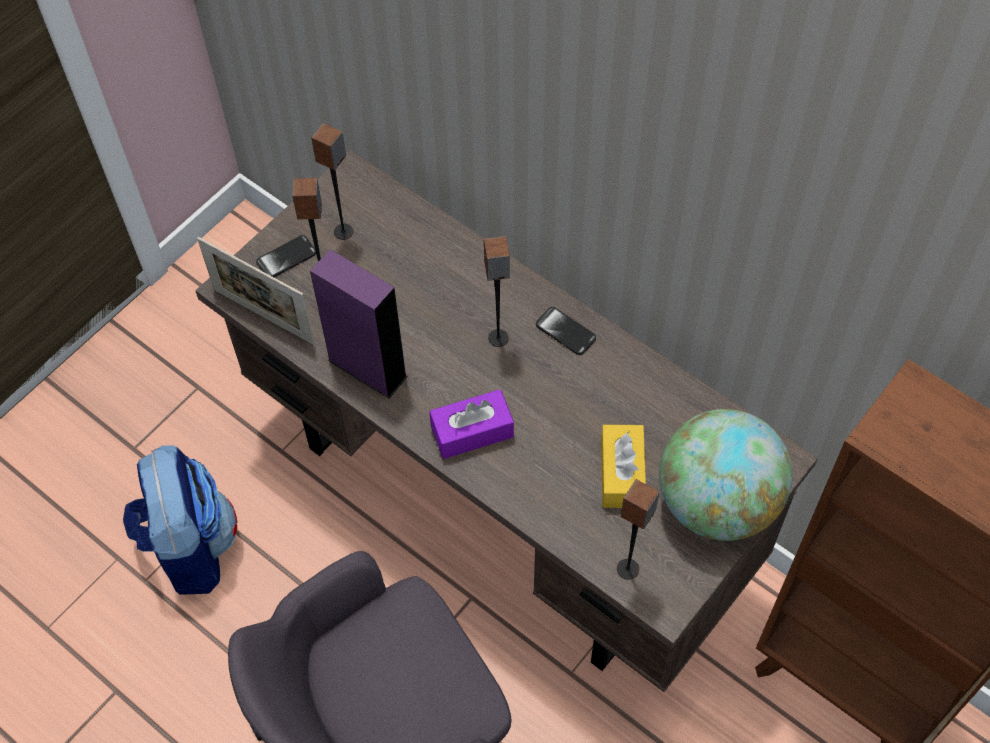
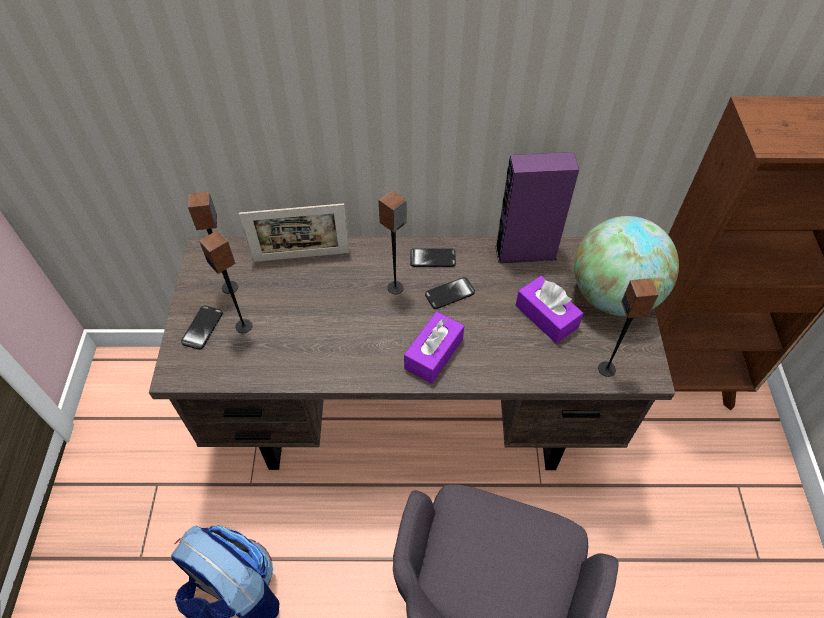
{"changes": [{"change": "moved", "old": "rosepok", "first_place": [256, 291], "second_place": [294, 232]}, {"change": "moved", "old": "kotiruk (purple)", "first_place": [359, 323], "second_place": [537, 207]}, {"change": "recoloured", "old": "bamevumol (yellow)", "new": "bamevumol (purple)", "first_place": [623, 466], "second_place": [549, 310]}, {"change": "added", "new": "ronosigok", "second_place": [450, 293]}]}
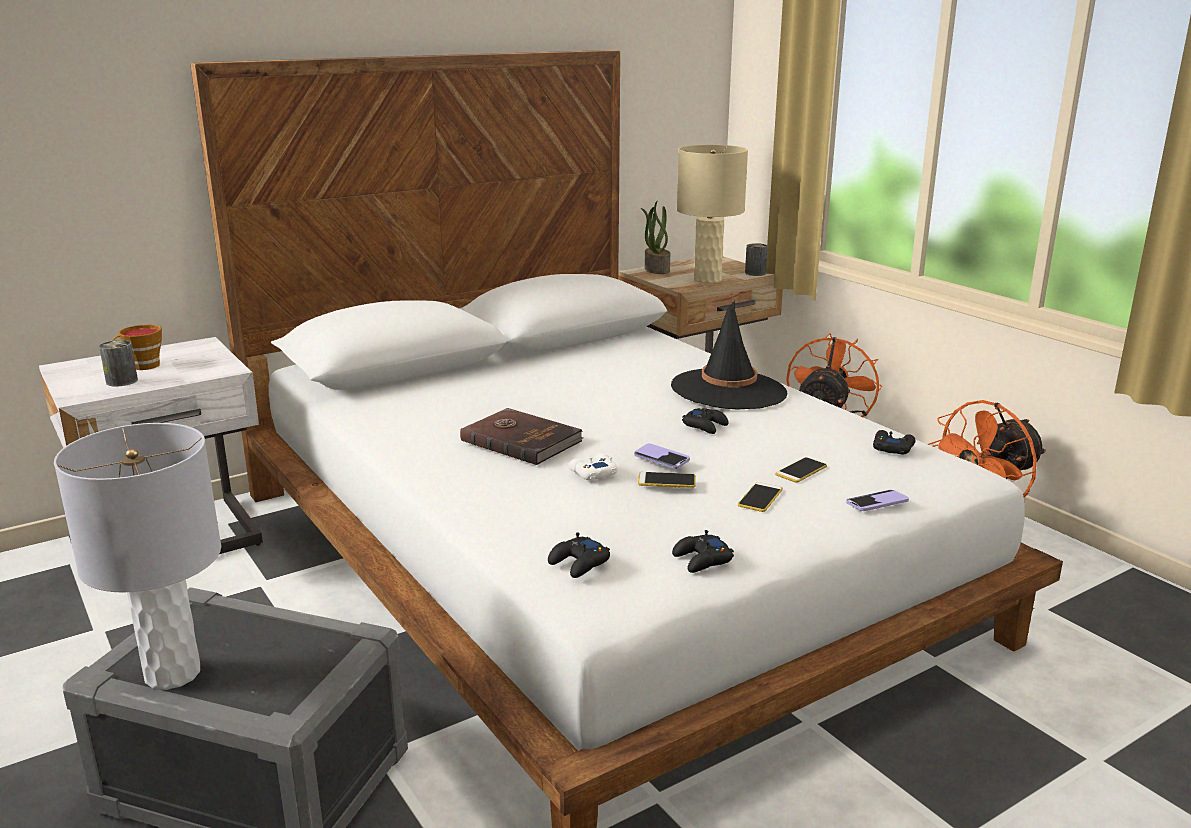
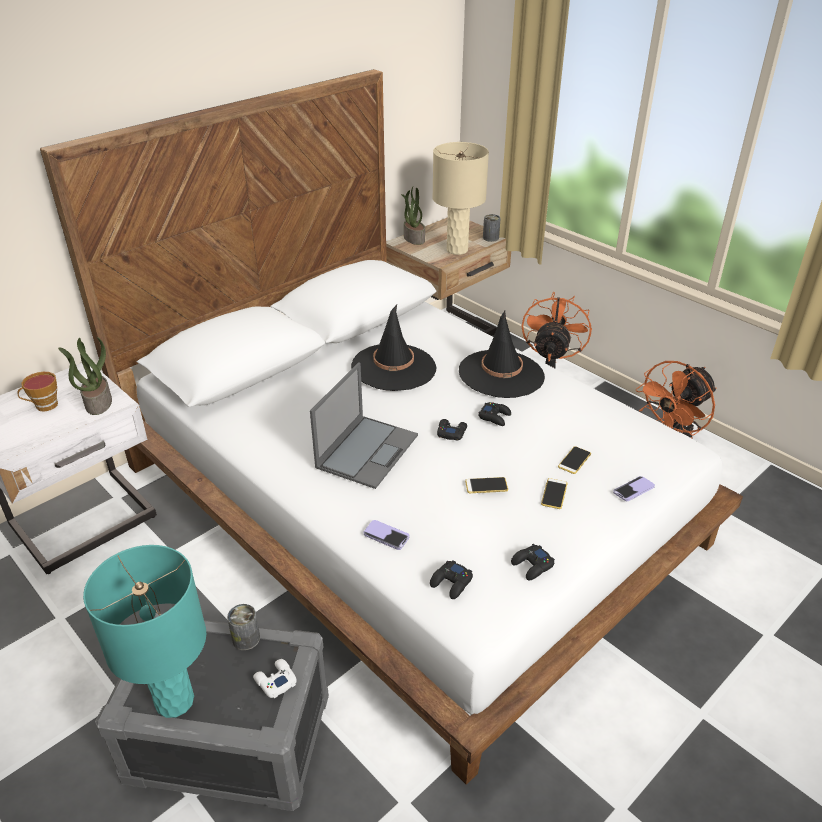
{"changes": [{"change": "moved", "old": "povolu", "first_place": [118, 363], "second_place": [243, 627]}, {"change": "replaced", "old": "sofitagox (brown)", "new": "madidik", "first_place": [521, 436], "second_place": [364, 425]}, {"change": "recoloured", "old": "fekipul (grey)", "new": "fekipul (turquoise)", "first_place": [137, 556], "second_place": [144, 631]}, {"change": "moved", "old": "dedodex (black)", "first_place": [894, 442], "second_place": [452, 430]}, {"change": "moved", "old": "ronosigok", "first_place": [662, 456], "second_place": [387, 535]}, {"change": "moved", "old": "dedodex (white)", "first_place": [593, 466], "second_place": [275, 678]}, {"change": "added", "new": "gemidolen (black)", "second_place": [393, 348]}, {"change": "added", "new": "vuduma", "second_place": [85, 376]}]}
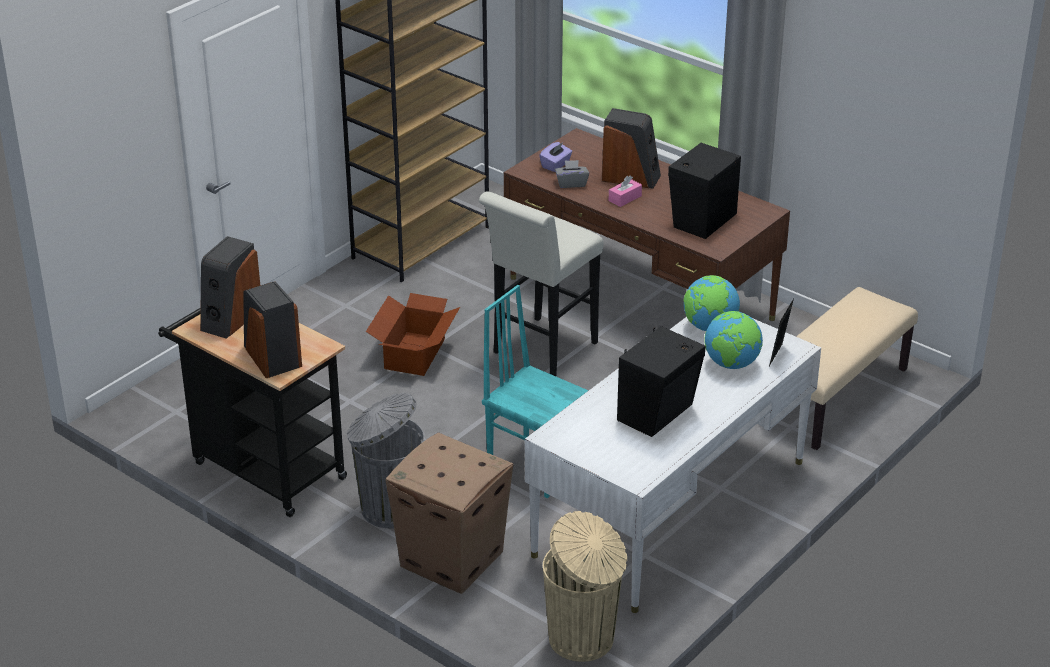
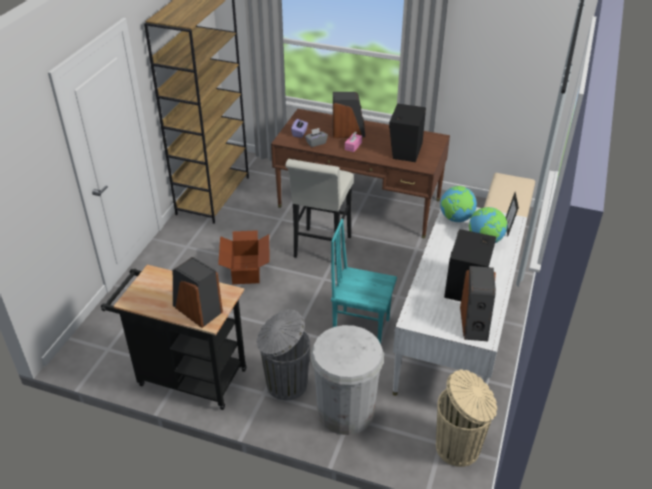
{"changes": [{"change": "moved", "old": "kotiruk", "first_place": [230, 287], "second_place": [478, 303]}, {"change": "replaced", "old": "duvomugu", "new": "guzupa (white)", "first_place": [449, 513], "second_place": [347, 380]}]}
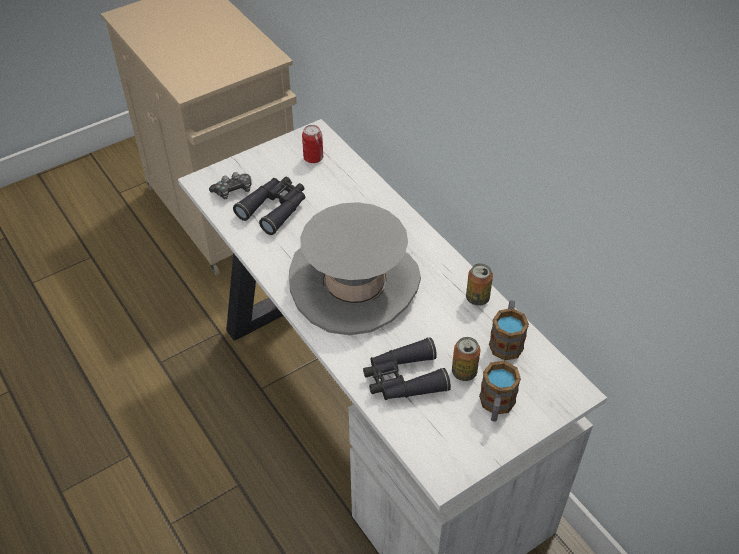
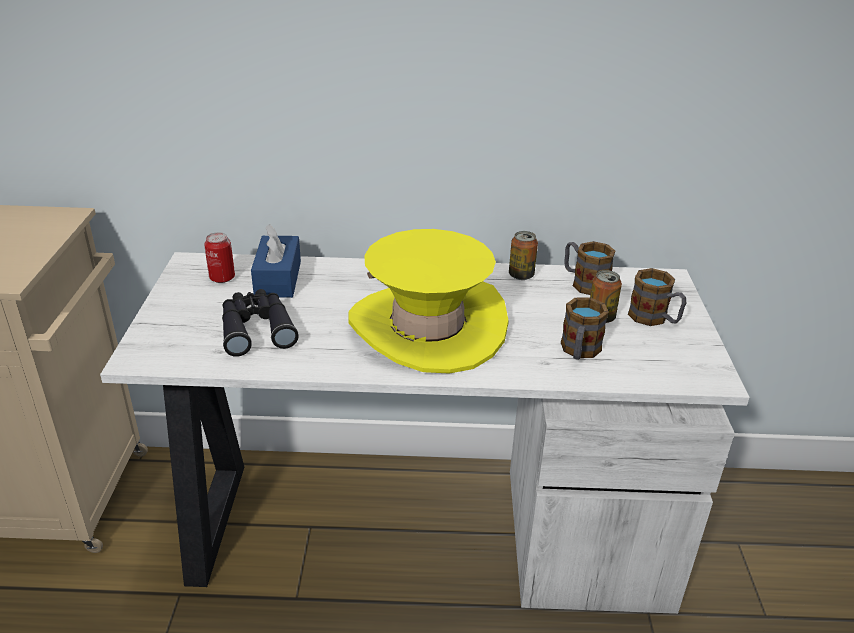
{"changes": [{"change": "removed", "old": "dedodex", "first_place": [230, 185]}, {"change": "recoloured", "old": "gemidolen (grey)", "new": "gemidolen (yellow)", "first_place": [355, 268], "second_place": [428, 301]}, {"change": "replaced", "old": "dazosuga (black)", "new": "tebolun", "first_place": [407, 368], "second_place": [585, 328]}, {"change": "added", "new": "bamevumol (blue)", "second_place": [276, 261]}]}
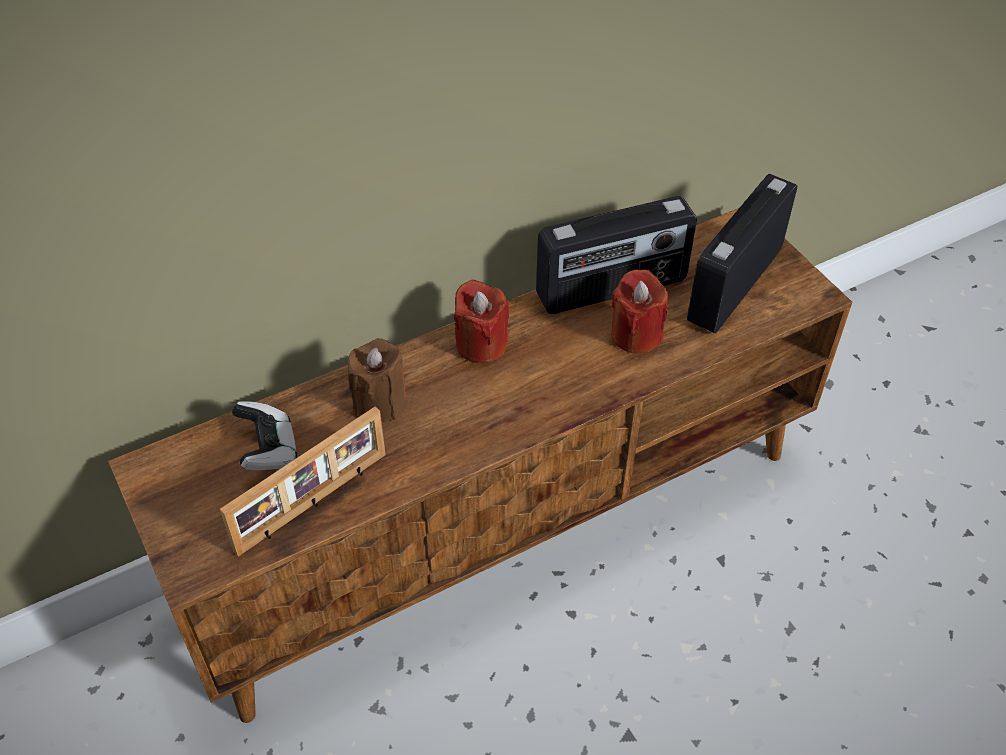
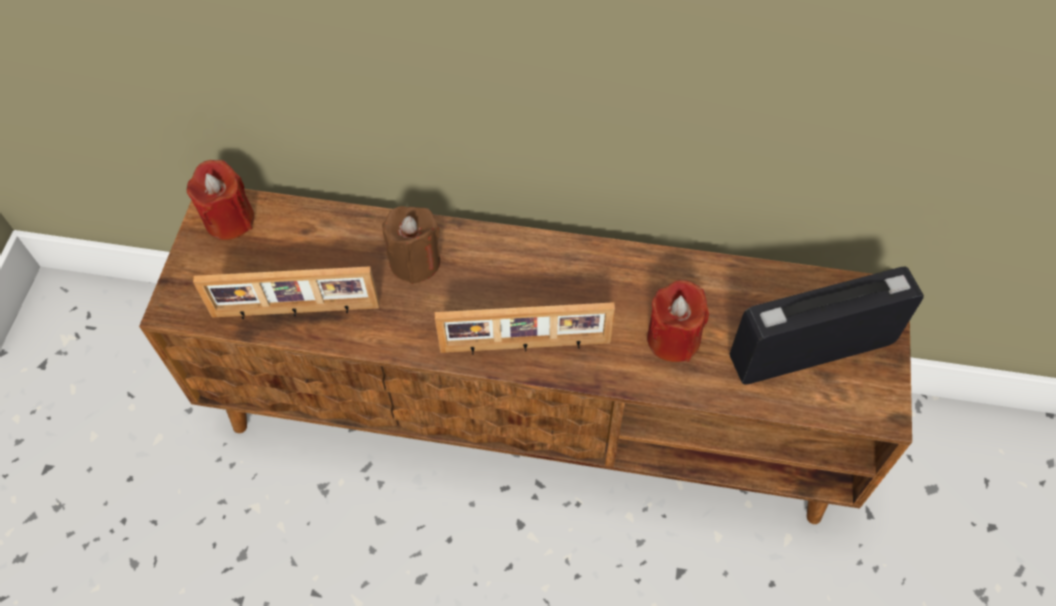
{"changes": [{"change": "removed", "old": "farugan", "first_place": [616, 255]}, {"change": "moved", "old": "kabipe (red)", "first_place": [481, 321], "second_place": [220, 200]}, {"change": "removed", "old": "dedodex", "first_place": [264, 435]}, {"change": "added", "new": "rosepok", "second_place": [525, 328]}]}
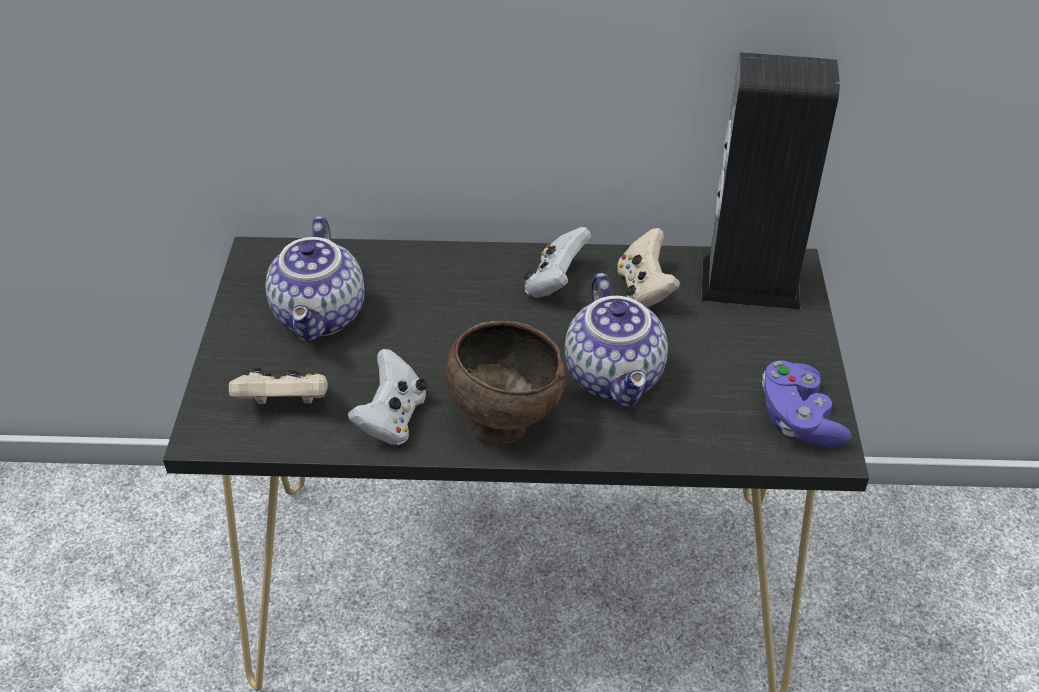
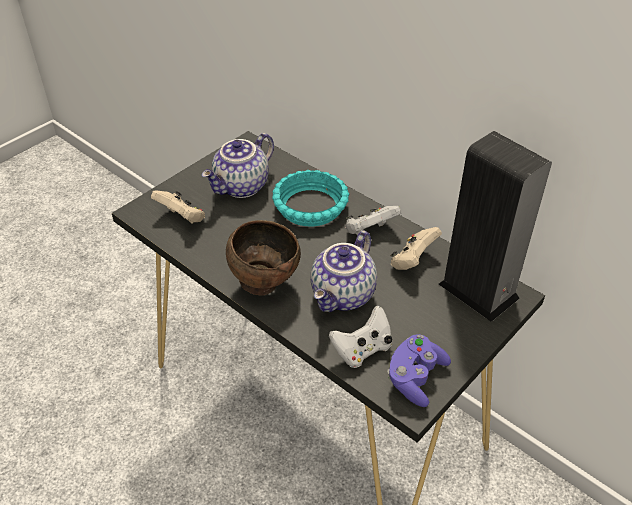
{"changes": [{"change": "moved", "old": "dedodex (white)", "first_place": [387, 397], "second_place": [360, 337]}, {"change": "added", "new": "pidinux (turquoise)", "second_place": [310, 198]}]}
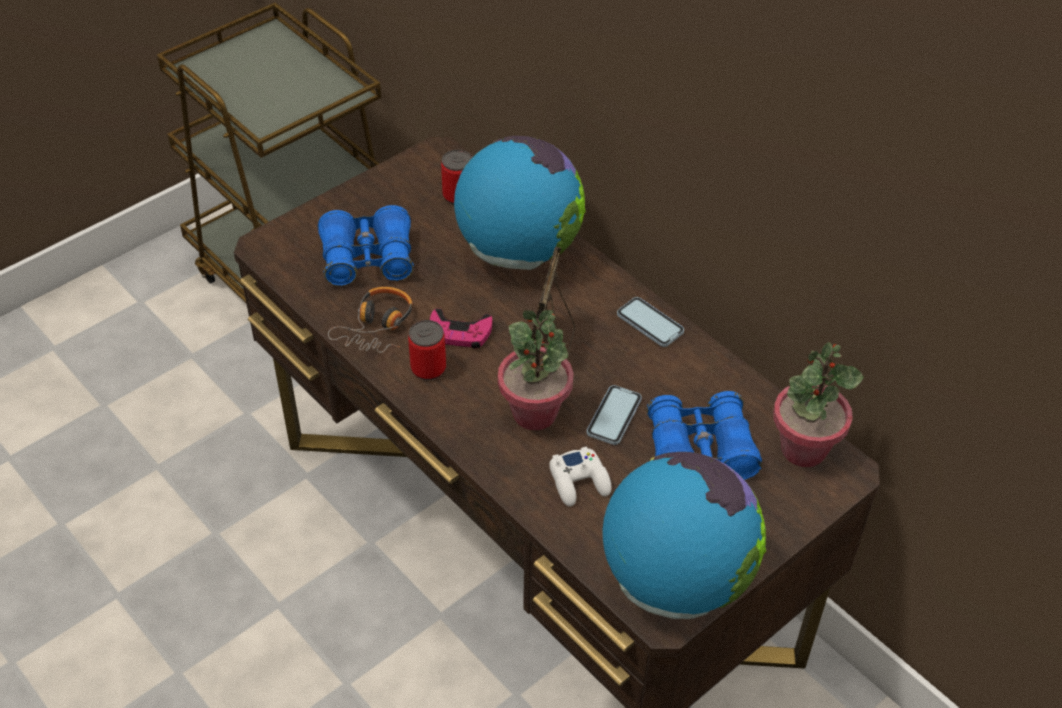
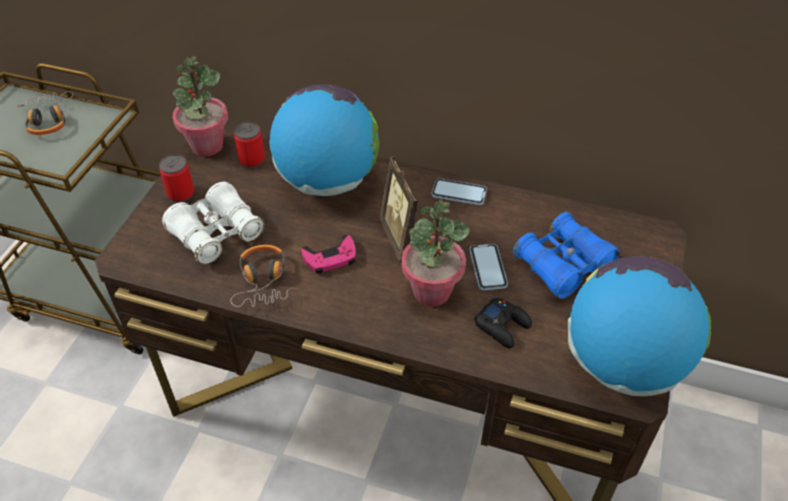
{"changes": [{"change": "recoloured", "old": "dazosuga (blue)", "new": "dazosuga (white)", "first_place": [366, 245], "second_place": [213, 223]}, {"change": "moved", "old": "povolu", "first_place": [427, 350], "second_place": [176, 178]}, {"change": "moved", "old": "vuduma", "first_place": [818, 404], "second_place": [200, 106]}, {"change": "recoloured", "old": "dedodex (white)", "new": "dedodex (black)", "first_place": [580, 476], "second_place": [503, 323]}, {"change": "added", "new": "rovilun", "second_place": [45, 113]}]}
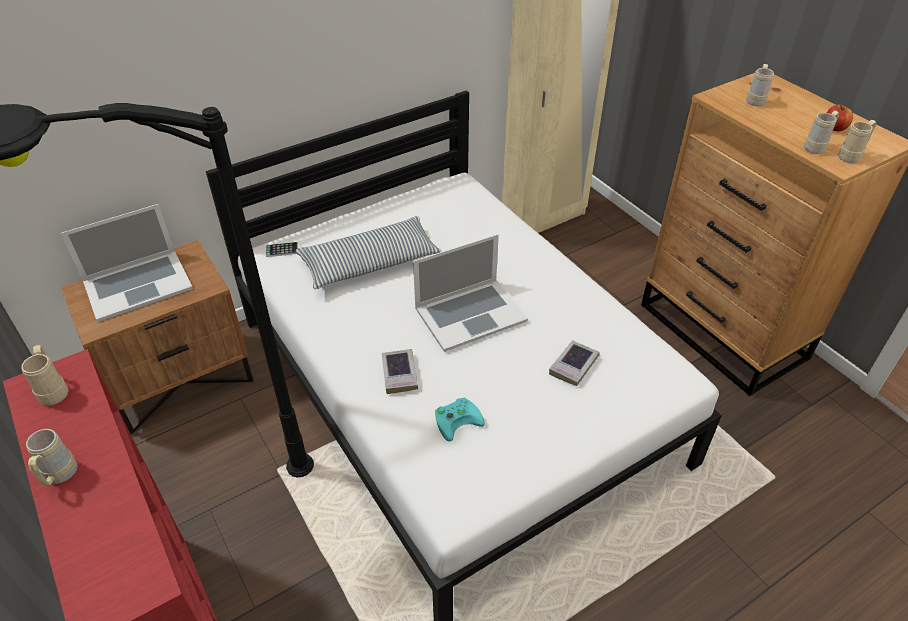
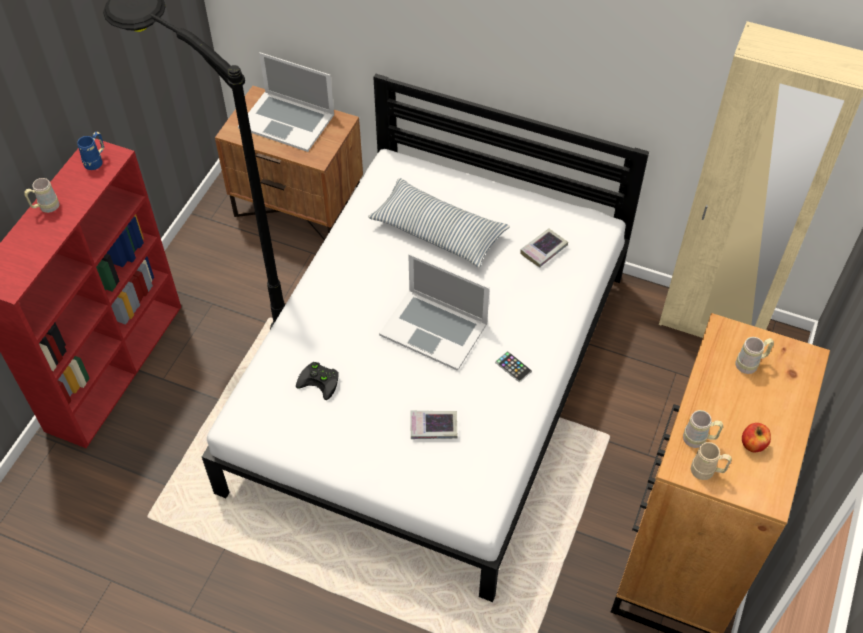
{"changes": [{"change": "moved", "old": "ronosigok", "first_place": [282, 249], "second_place": [513, 366]}, {"change": "recoloured", "old": "tebolun (beige)", "new": "tebolun (blue)", "first_place": [44, 375], "second_place": [90, 151]}, {"change": "moved", "old": "sofitagox", "first_place": [400, 371], "second_place": [544, 248]}, {"change": "recoloured", "old": "dedodex (turquoise)", "new": "dedodex (black)", "first_place": [460, 420], "second_place": [317, 381]}]}
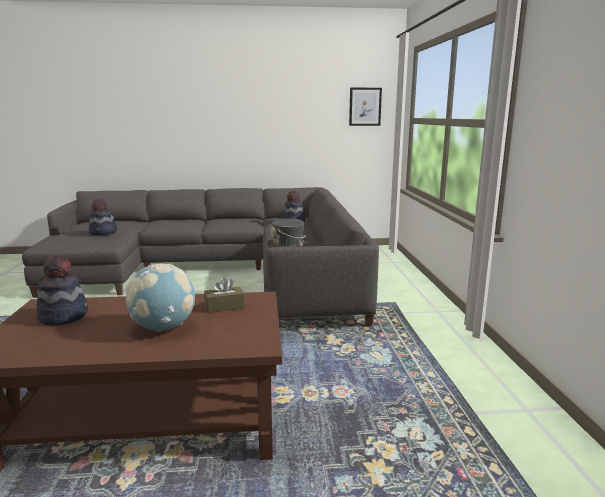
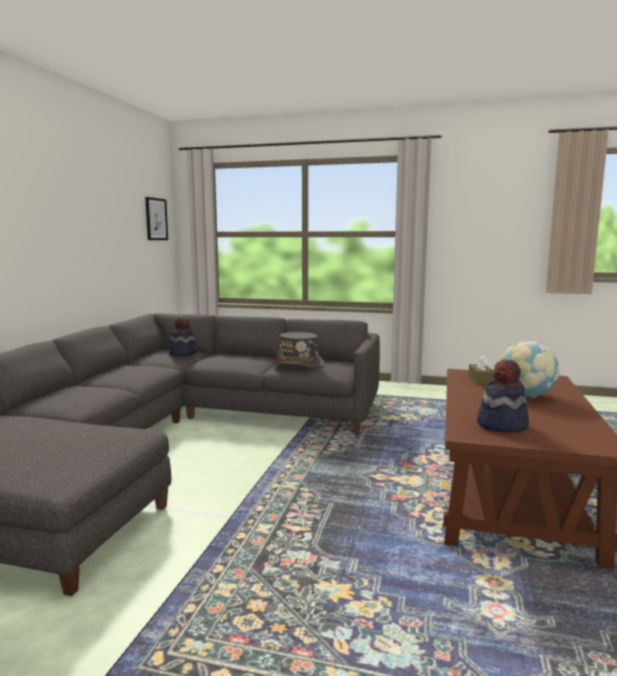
{"changes": [{"change": "removed", "old": "gemidolen", "first_place": [103, 217]}]}
